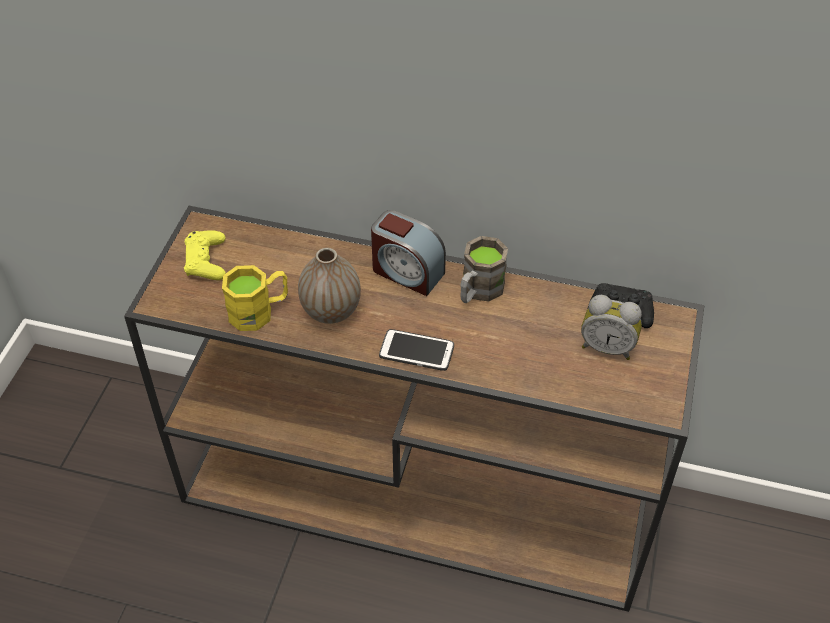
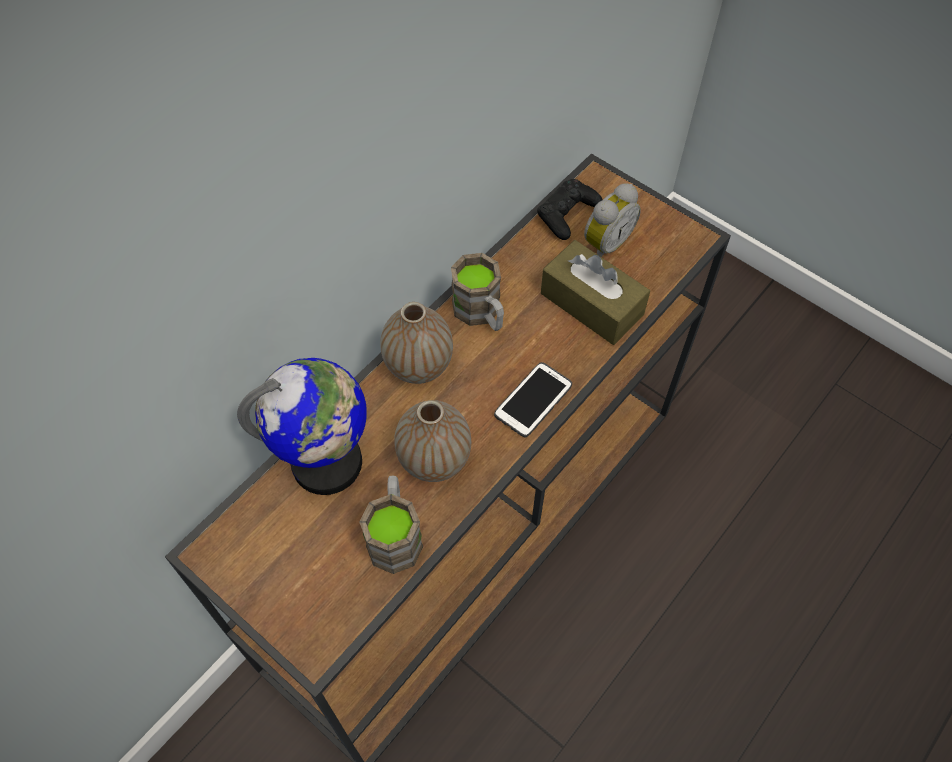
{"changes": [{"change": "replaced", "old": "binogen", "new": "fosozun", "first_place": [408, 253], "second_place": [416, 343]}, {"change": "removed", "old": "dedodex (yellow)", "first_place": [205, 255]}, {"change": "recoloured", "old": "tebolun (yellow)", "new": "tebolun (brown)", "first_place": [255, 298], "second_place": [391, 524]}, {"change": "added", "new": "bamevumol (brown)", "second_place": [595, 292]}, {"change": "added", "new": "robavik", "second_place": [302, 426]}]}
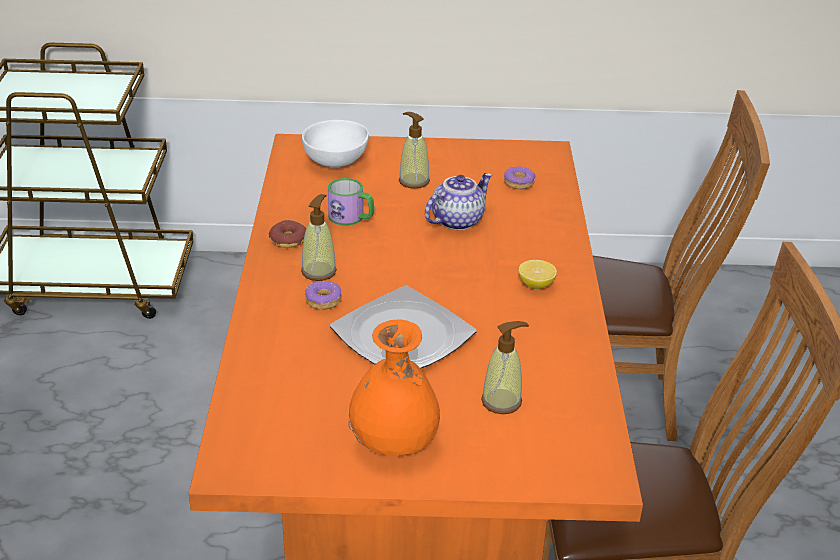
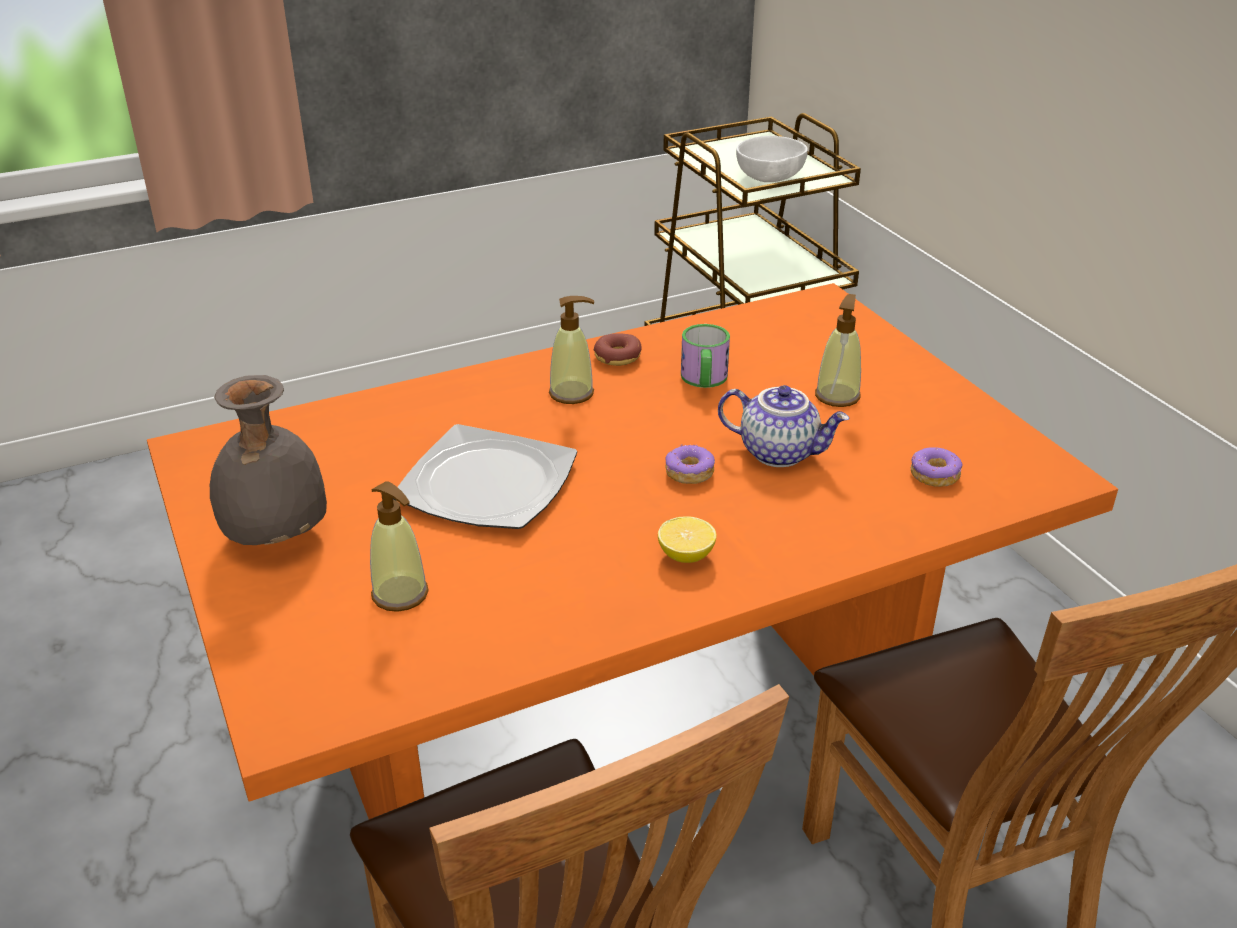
{"changes": [{"change": "moved", "old": "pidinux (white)", "first_place": [335, 143], "second_place": [772, 159]}, {"change": "moved", "old": "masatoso", "first_place": [323, 295], "second_place": [690, 464]}, {"change": "recoloured", "old": "fosozun (orange)", "new": "fosozun (grey)", "first_place": [394, 387], "second_place": [268, 460]}]}
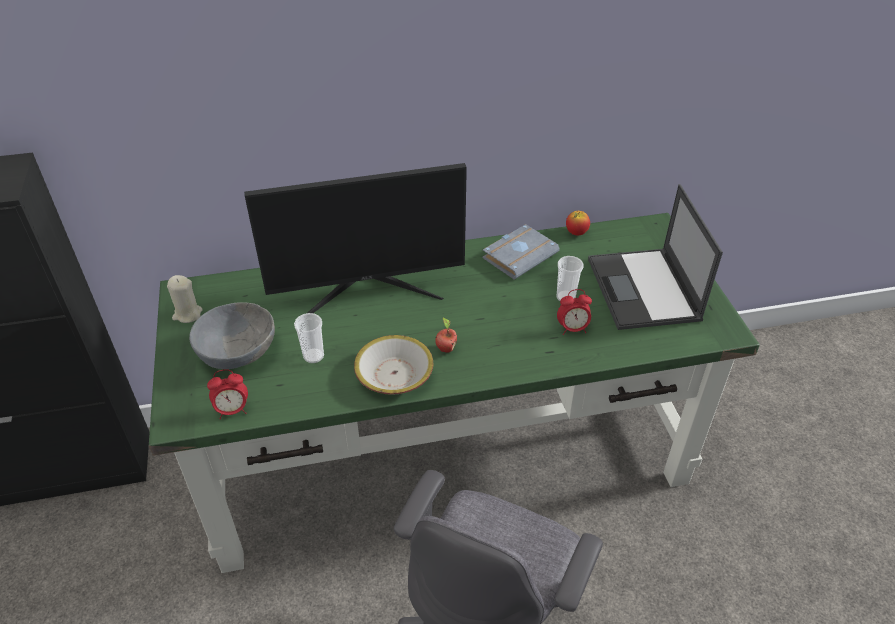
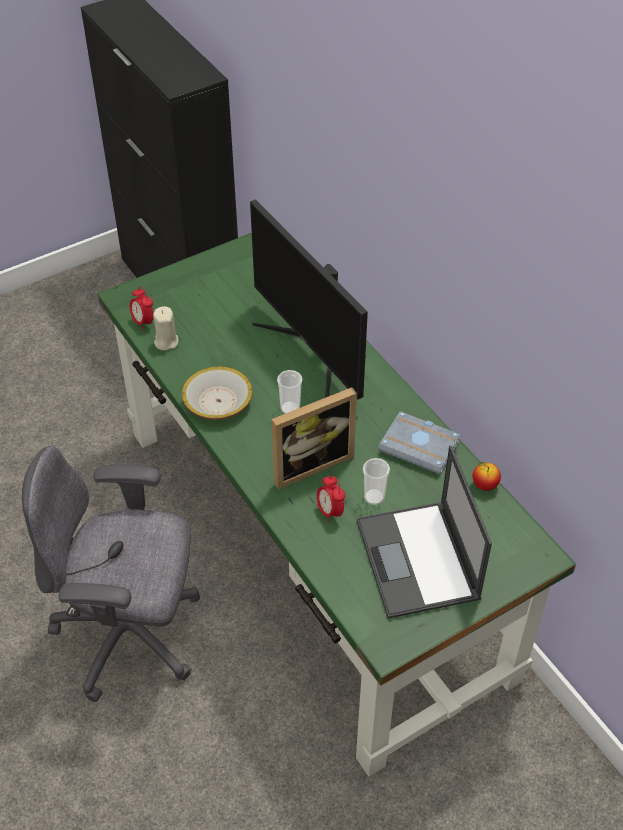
{"changes": [{"change": "turned", "old": "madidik", "first_place": [655, 257], "second_place": [424, 532], "degrees": -75}, {"change": "moved", "old": "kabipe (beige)", "first_place": [184, 299], "second_place": [166, 328]}, {"change": "removed", "old": "pidinux (grey)", "first_place": [232, 335]}, {"change": "moved", "old": "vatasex", "first_place": [309, 338], "second_place": [289, 392]}, {"change": "removed", "old": "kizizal", "first_place": [446, 335]}, {"change": "added", "new": "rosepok", "second_place": [314, 438]}]}
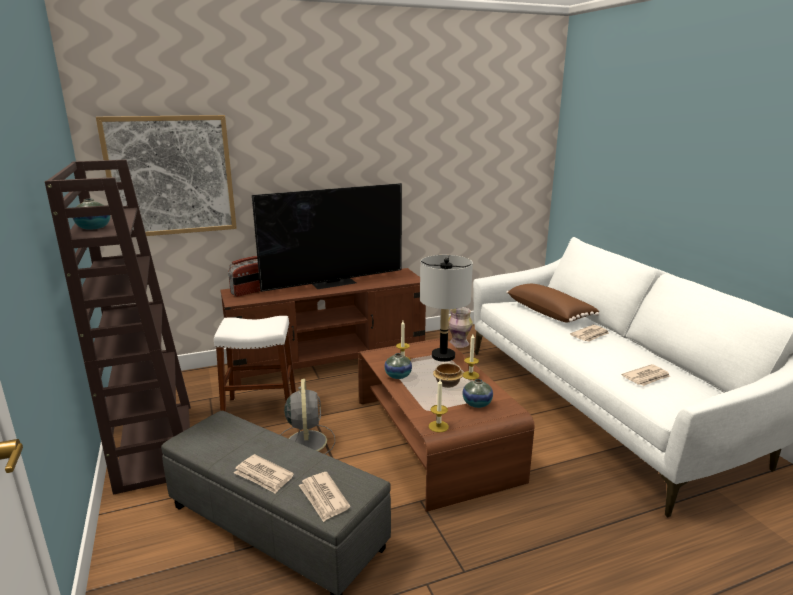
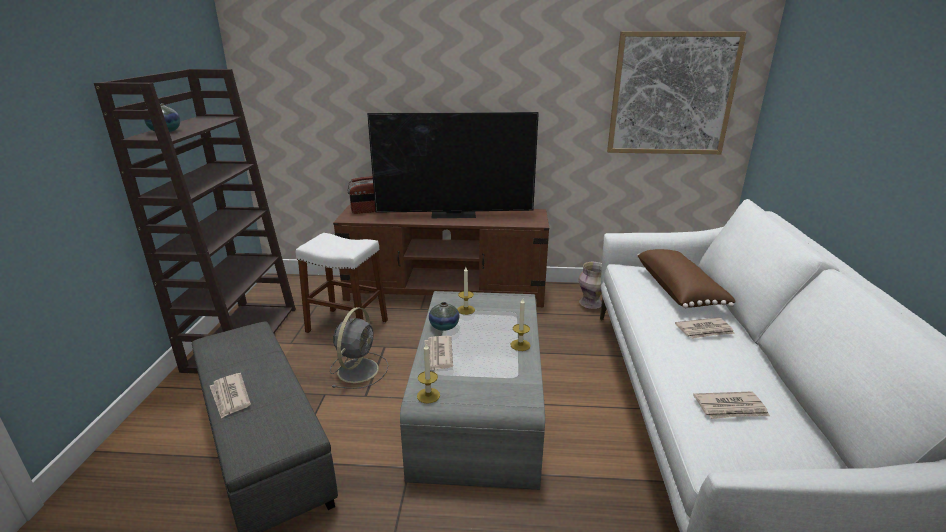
{"changes": [{"change": "moved", "old": "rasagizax", "first_place": [166, 175], "second_place": [676, 92]}, {"change": "removed", "old": "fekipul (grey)", "first_place": [446, 308]}, {"change": "recoloured", "old": "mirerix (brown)", "new": "mirerix (grey)", "first_place": [446, 425], "second_place": [472, 390]}, {"change": "removed", "old": "pidinux", "first_place": [448, 375]}, {"change": "removed", "old": "fosozun", "first_place": [477, 393]}, {"change": "moved", "old": "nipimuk", "first_place": [324, 497], "second_place": [438, 353]}]}
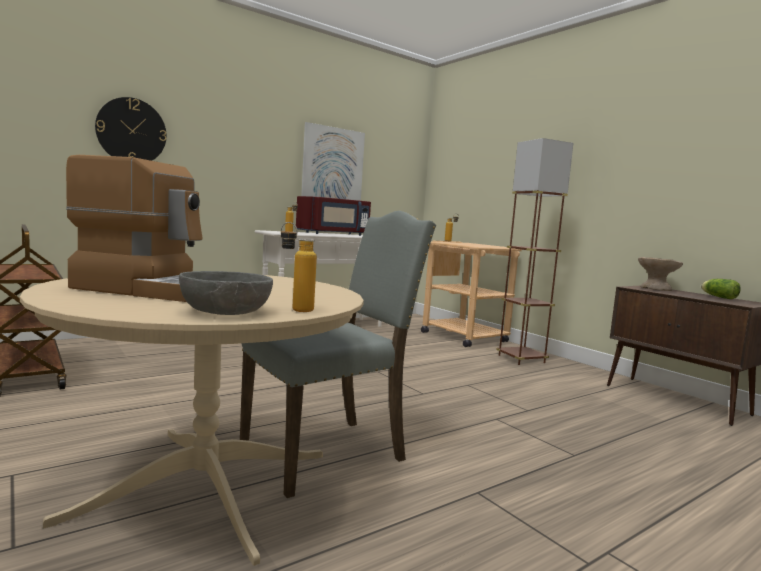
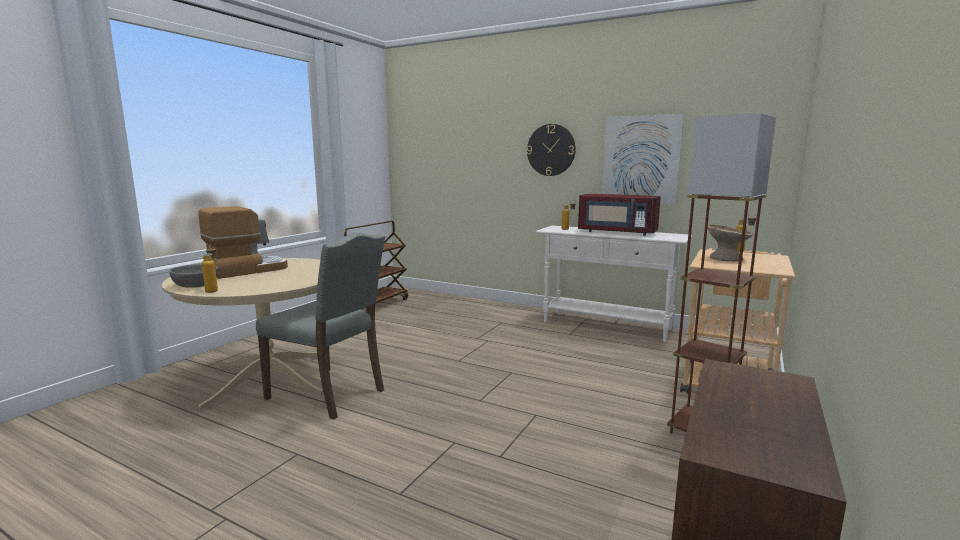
{"changes": [{"change": "moved", "old": "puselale", "first_place": [131, 129], "second_place": [551, 150]}, {"change": "turned", "old": "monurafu", "first_place": [134, 228], "second_place": [243, 242], "degrees": -120}, {"change": "moved", "old": "pidinux (beige)", "first_place": [660, 274], "second_place": [730, 242]}, {"change": "removed", "old": "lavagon", "first_place": [721, 289]}]}
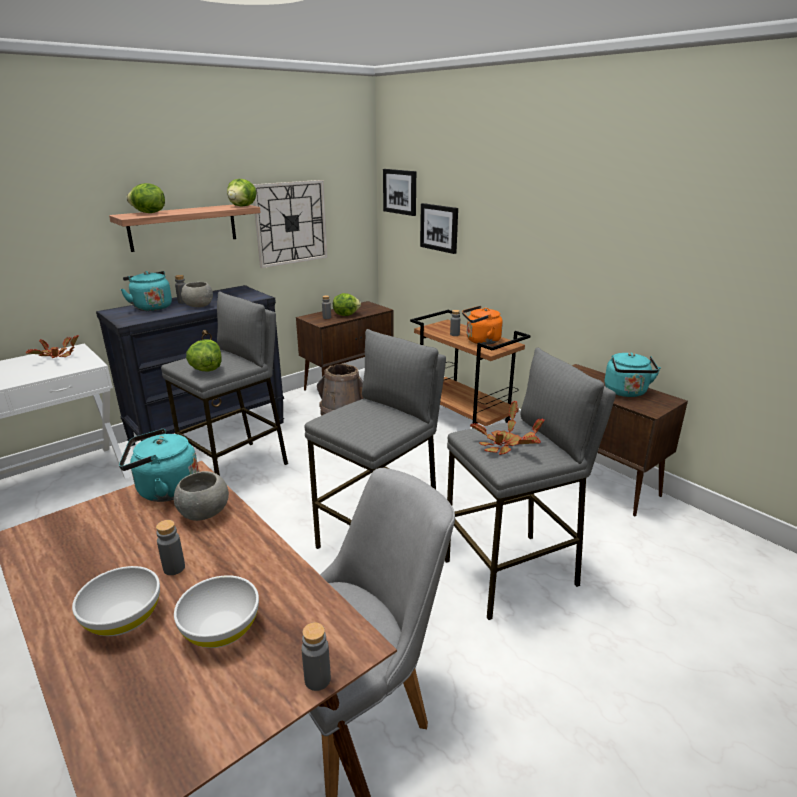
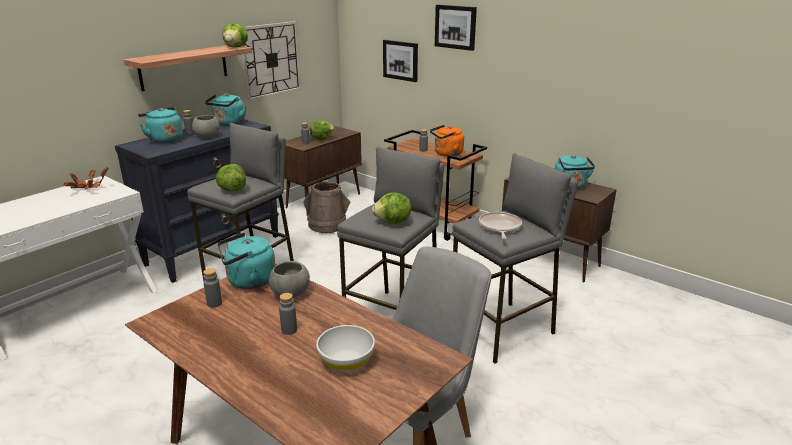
{"changes": [{"change": "moved", "old": "rasagizax", "first_place": [399, 192], "second_place": [456, 28]}, {"change": "moved", "old": "lavagon", "first_place": [146, 198], "second_place": [391, 208]}, {"change": "replaced", "old": "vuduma", "new": "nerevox", "first_place": [507, 428], "second_place": [500, 225]}, {"change": "removed", "old": "pidinux (white)", "first_place": [116, 601]}, {"change": "moved", "old": "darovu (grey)", "first_place": [316, 656], "second_place": [212, 288]}, {"change": "added", "new": "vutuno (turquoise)", "second_place": [225, 109]}]}
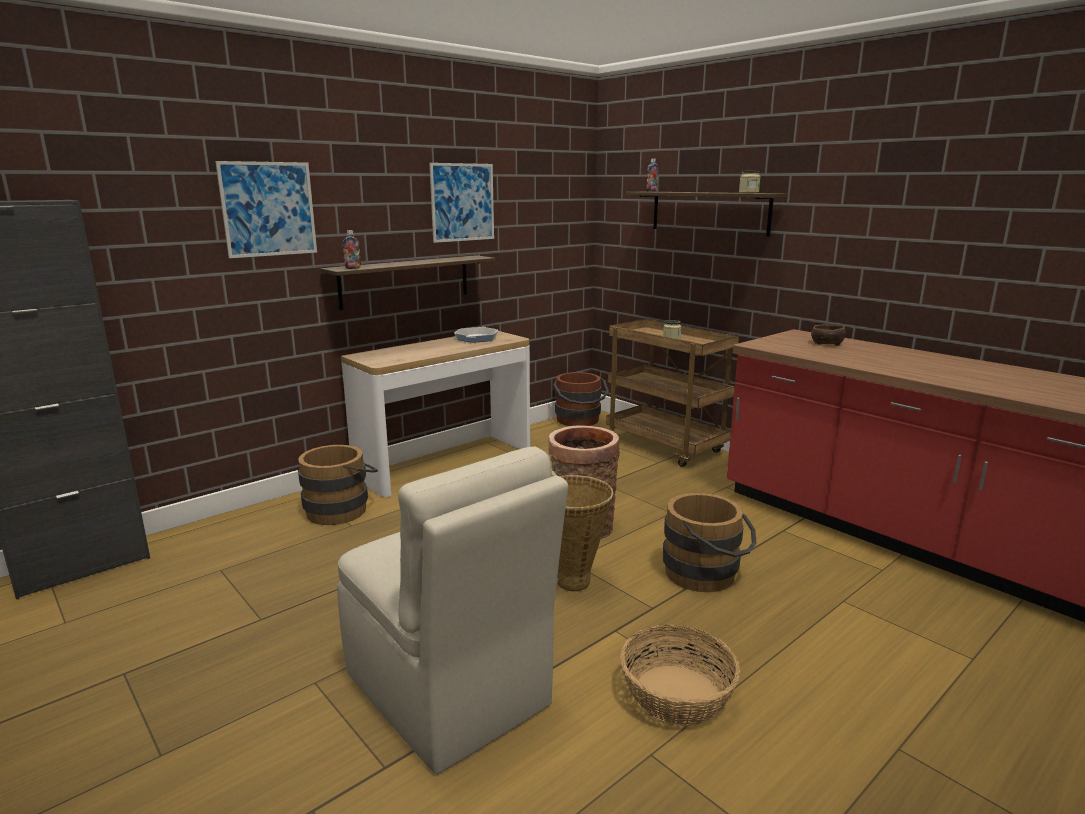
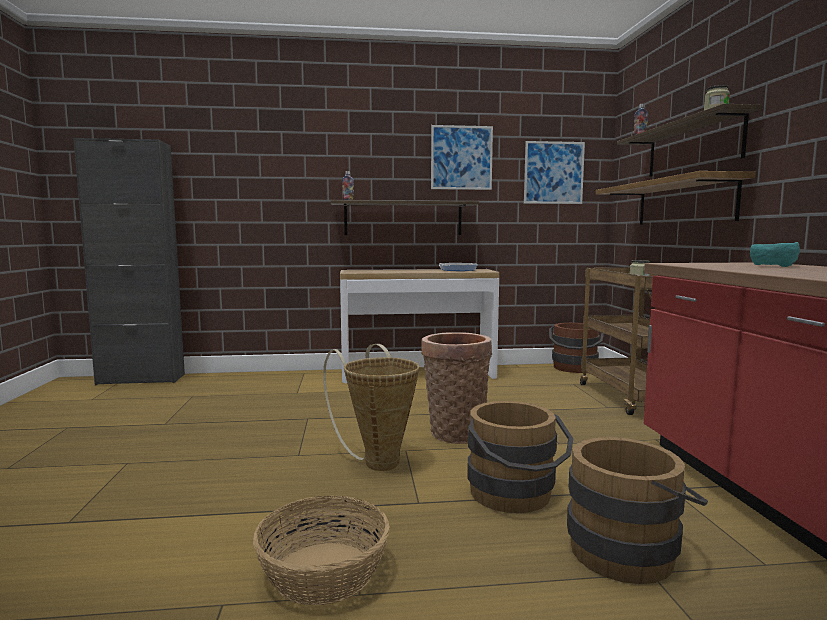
{"changes": [{"change": "moved", "old": "rasagizax", "first_place": [266, 209], "second_place": [554, 172]}, {"change": "recoloured", "old": "pidinux (brown)", "new": "pidinux (turquoise)", "first_place": [828, 335], "second_place": [775, 254]}, {"change": "moved", "old": "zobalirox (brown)", "first_place": [338, 485], "second_place": [637, 510]}, {"change": "removed", "old": "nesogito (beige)", "first_place": [452, 610]}, {"change": "added", "new": "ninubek", "second_place": [676, 198]}]}
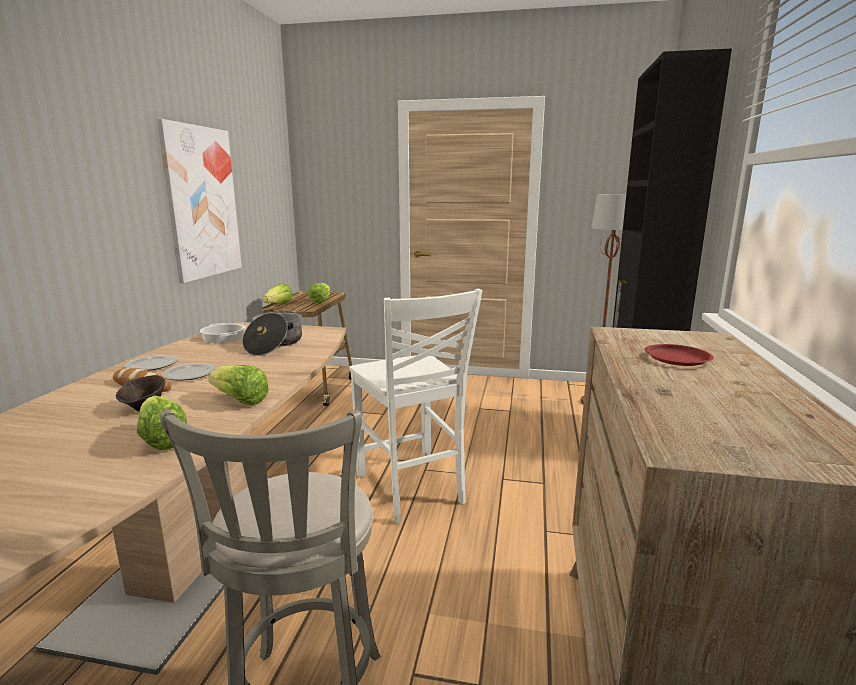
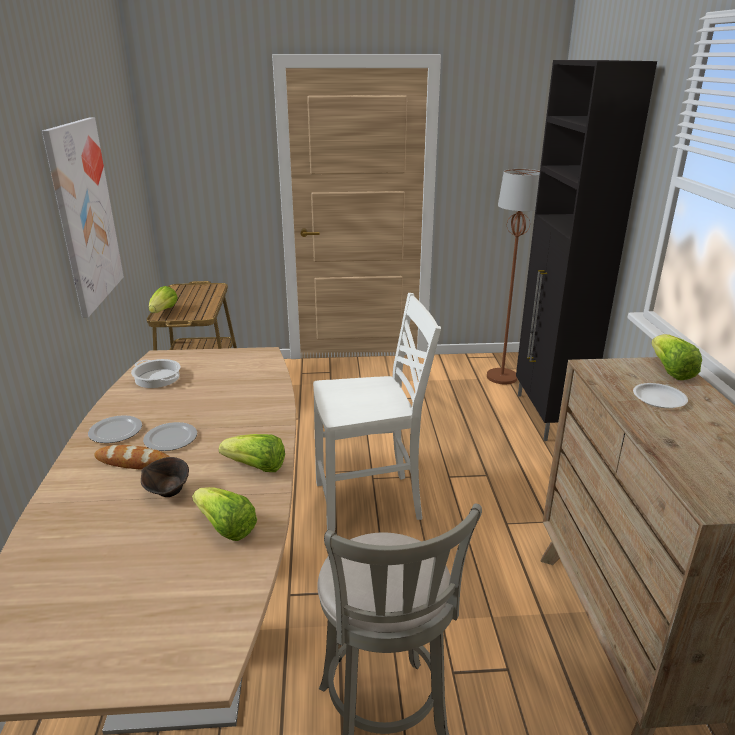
{"changes": [{"change": "moved", "old": "lavagon", "first_place": [319, 293], "second_place": [676, 357]}, {"change": "turned", "old": "nesogito (white)", "first_place": [415, 406], "second_place": [377, 412], "degrees": -60}, {"change": "removed", "old": "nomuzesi", "first_place": [272, 332]}, {"change": "recoloured", "old": "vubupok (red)", "new": "vubupok (white)", "first_place": [679, 355], "second_place": [660, 395]}]}
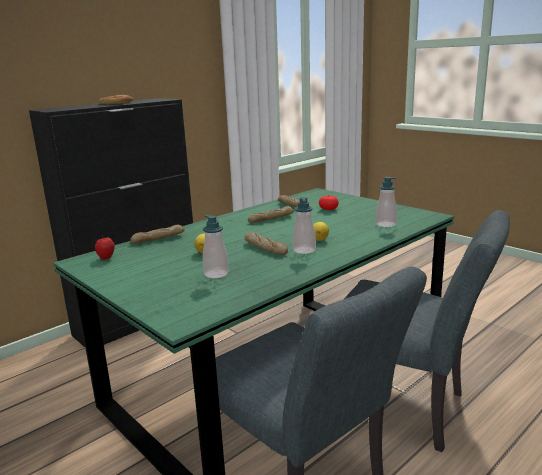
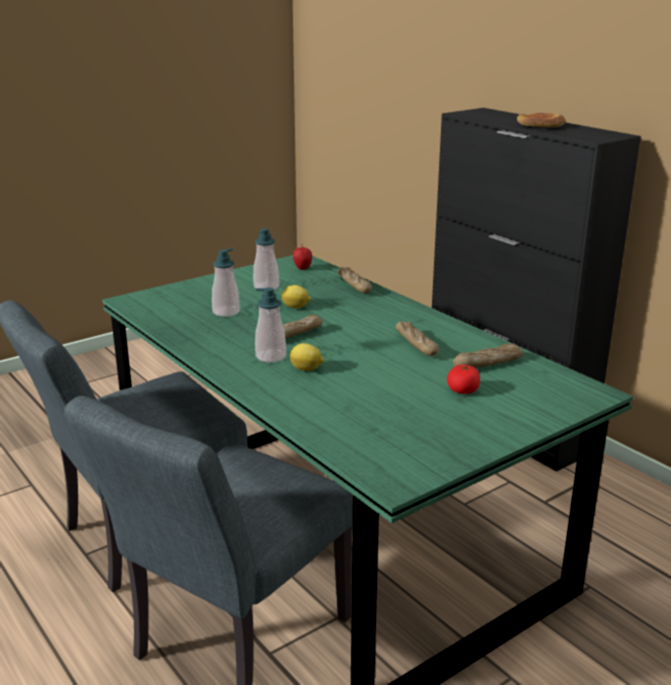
{"changes": [{"change": "moved", "old": "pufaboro", "first_place": [386, 202], "second_place": [266, 259]}]}
